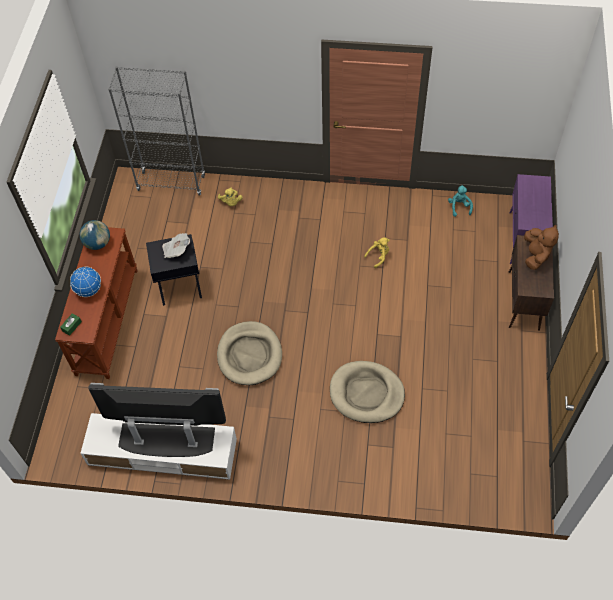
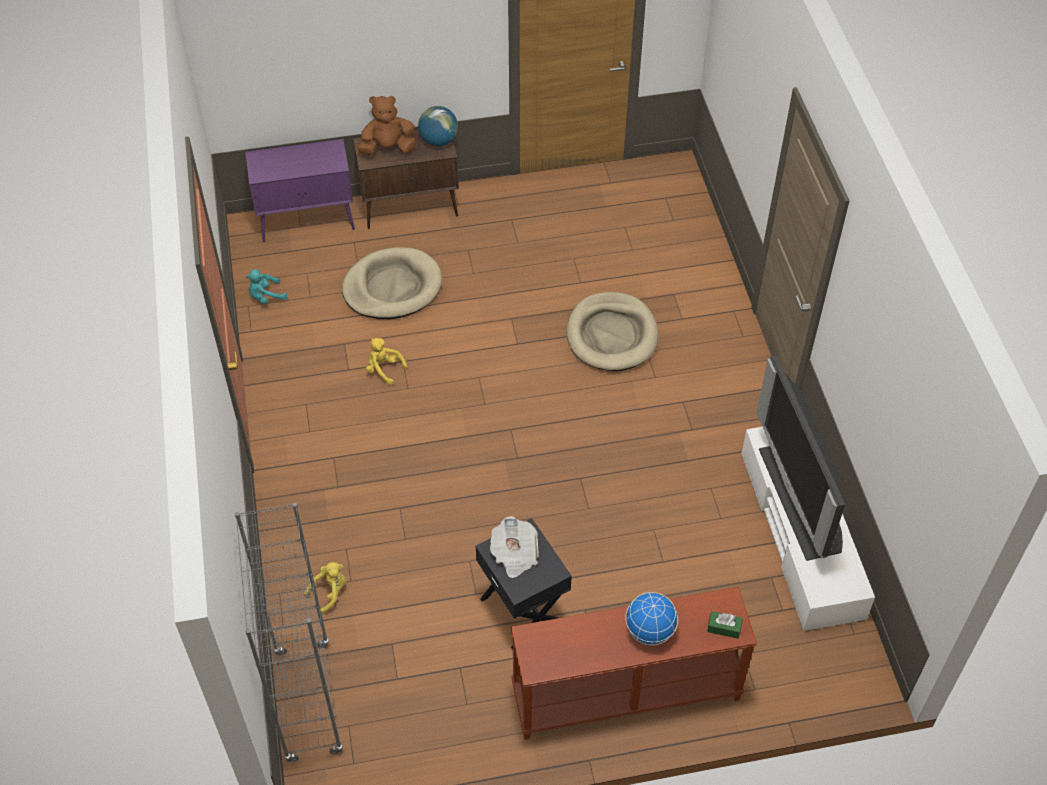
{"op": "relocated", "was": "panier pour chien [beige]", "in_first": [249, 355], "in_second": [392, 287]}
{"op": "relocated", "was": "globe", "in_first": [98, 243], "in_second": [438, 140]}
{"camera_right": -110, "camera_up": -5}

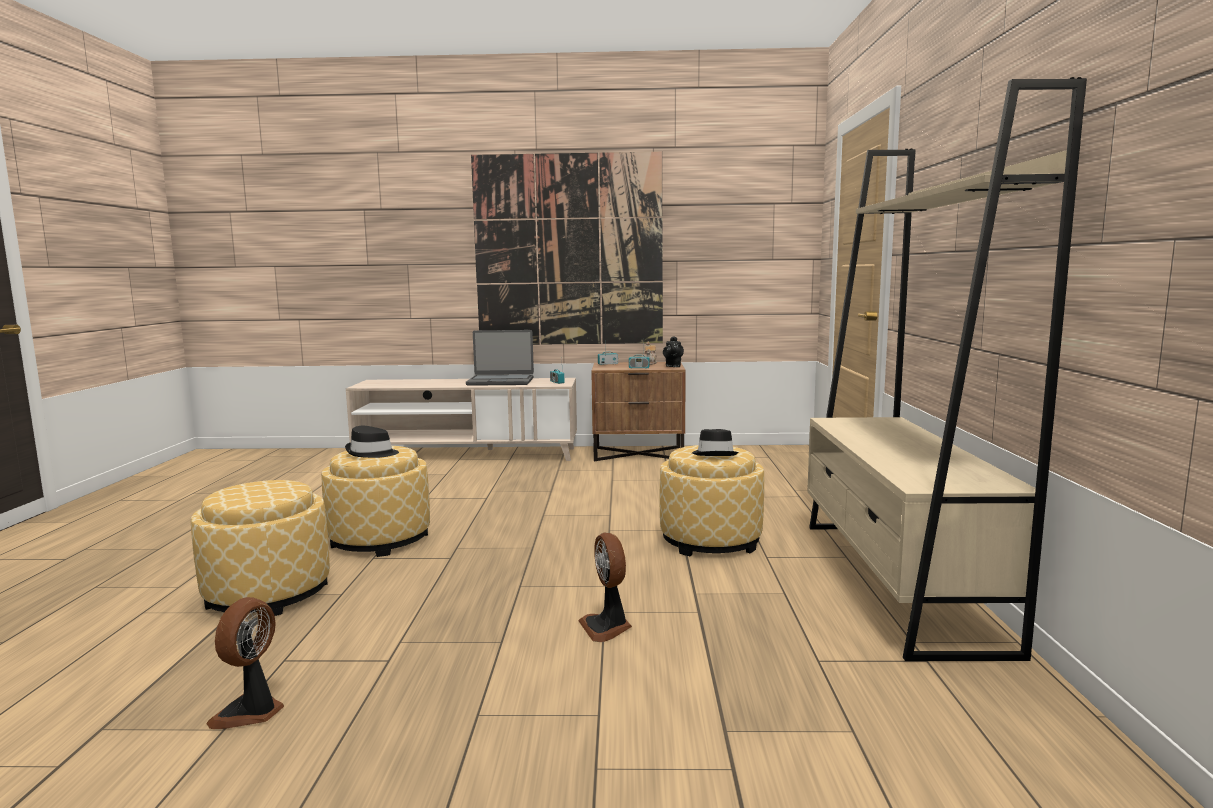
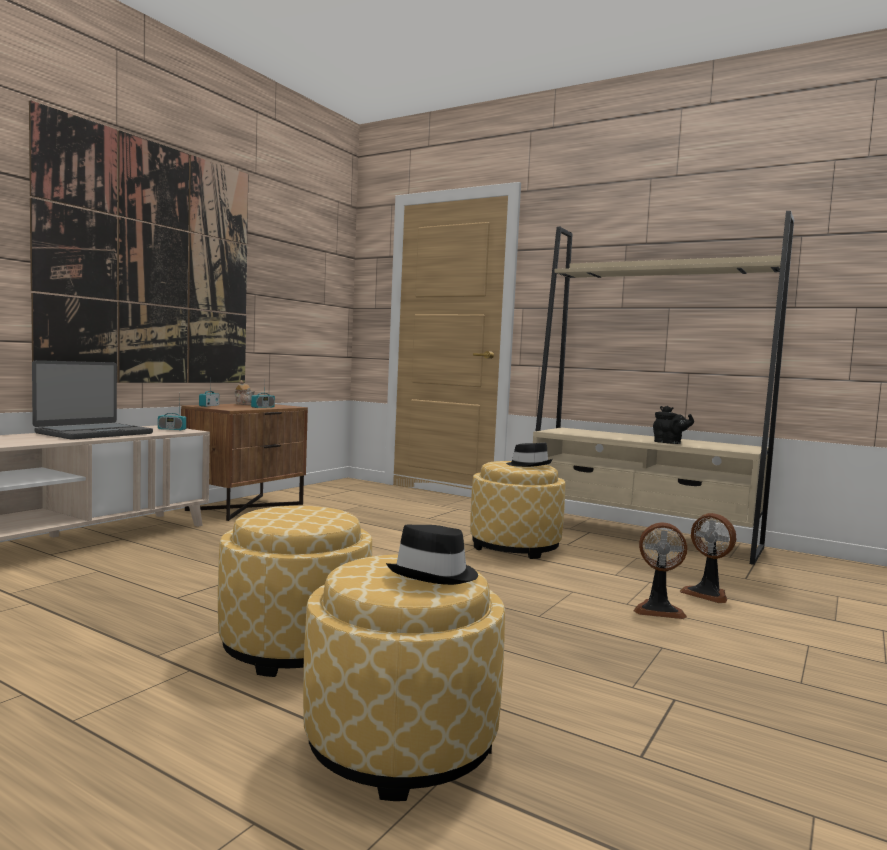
{"op": "relocated", "was": "chapeau [noir]", "in_first": [371, 453], "in_second": [435, 575]}
{"op": "relocated", "was": "théière [noir]", "in_first": [673, 366], "in_second": [669, 443]}
{"op": "relocated", "was": "ventilateur", "in_first": [251, 712], "in_second": [707, 594]}
{"camera_right": -60, "camera_up": -5}

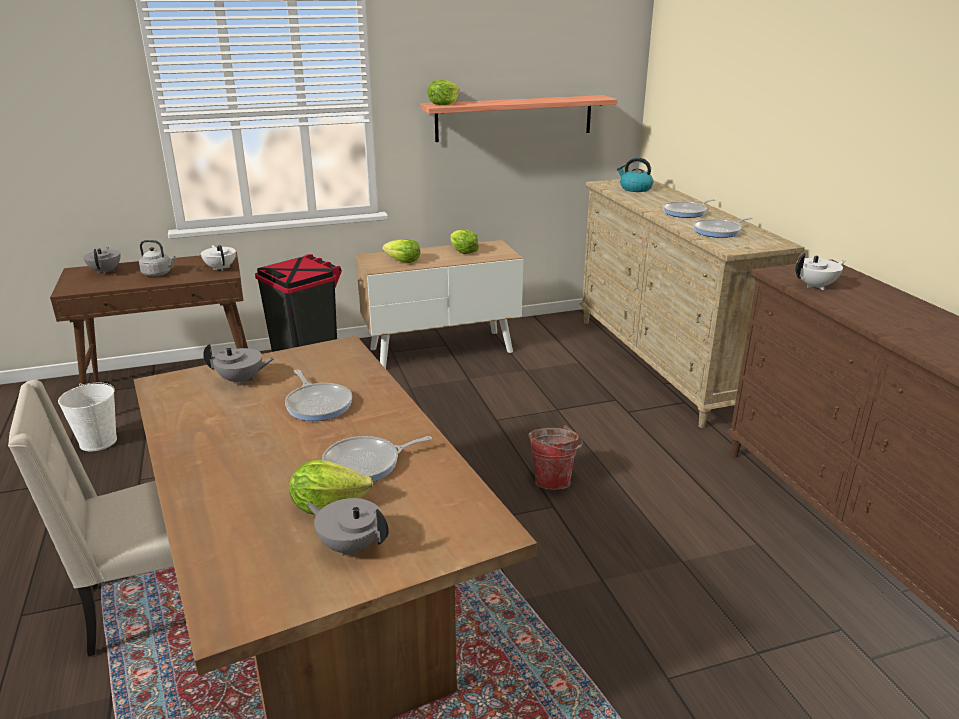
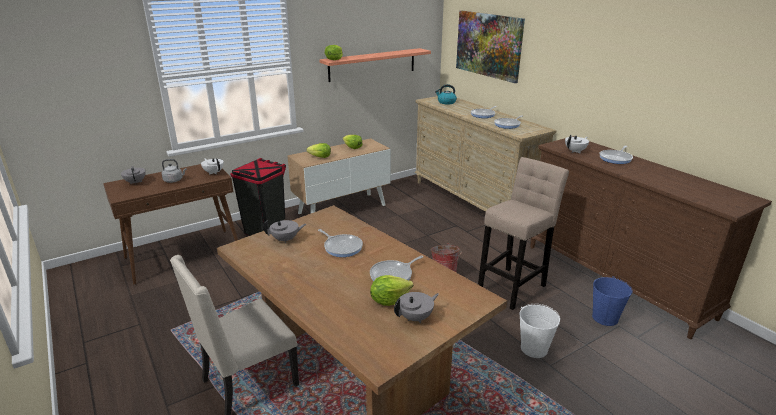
{"op": "spun", "was": "théière [gris]", "in_first": [350, 545], "in_second": [416, 318], "clockwise": 135}
{"op": "appeared", "now": "tableau", "in_second": [488, 45]}
{"op": "appeared", "now": "tabouret [beige]", "in_second": [513, 286]}
{"op": "relocated", "was": "seau [blanc]", "in_first": [98, 442], "in_second": [534, 349]}
{"op": "appeared", "now": "seau [bleu]", "in_second": [604, 318]}
{"op": "appeared", "now": "poêle", "in_second": [616, 158]}
{"camera_right": -15, "camera_up": 0}

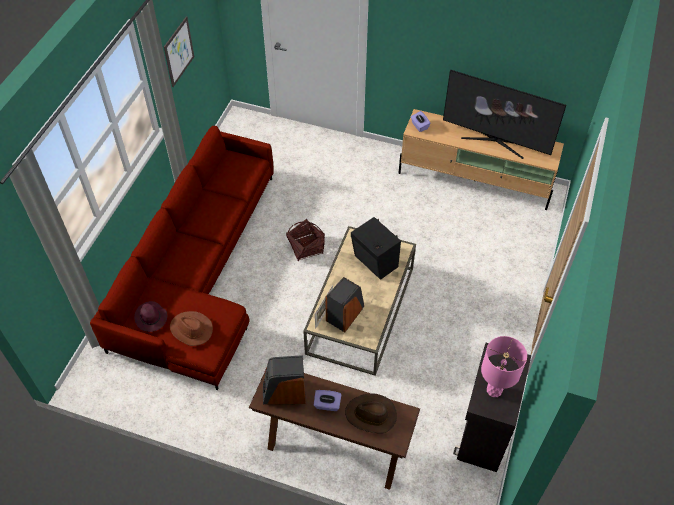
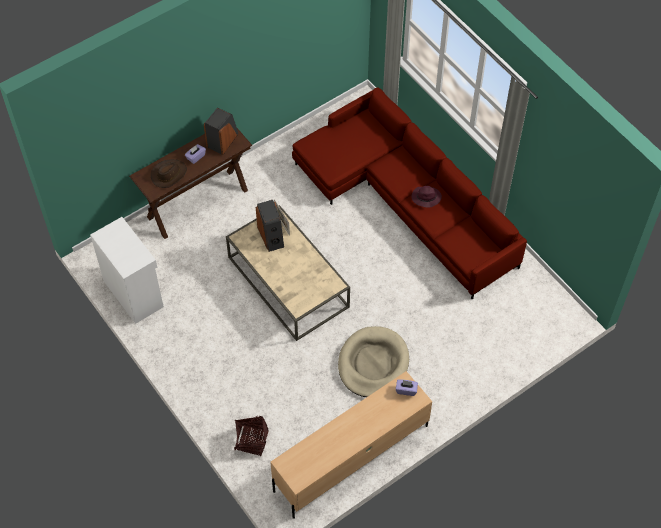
{"op": "colour", "was": "meuble de rangement [noir]", "now": "meuble de rangement [blanc]", "in_first": [483, 432], "in_second": [134, 293]}
{"op": "relocated", "was": "panier", "in_first": [306, 248], "in_second": [251, 441]}
{"op": "appeared", "now": "panier pour chien [beige]", "in_second": [373, 364]}
{"op": "relocated", "was": "chapeau [violet]", "in_first": [151, 318], "in_second": [425, 198]}
{"op": "missing", "was": "tableau", "in_first": [179, 51]}
{"op": "missing", "was": "chapeau [marron]", "in_first": [191, 329]}
{"op": "missing", "was": "enceinte [noir]", "in_first": [375, 263]}
{"op": "missing", "was": "téléviseur", "in_first": [495, 141]}
{"op": "missing", "was": "lampe de table [rose]", "in_first": [494, 390]}
{"camera_right": 125, "camera_up": 5}

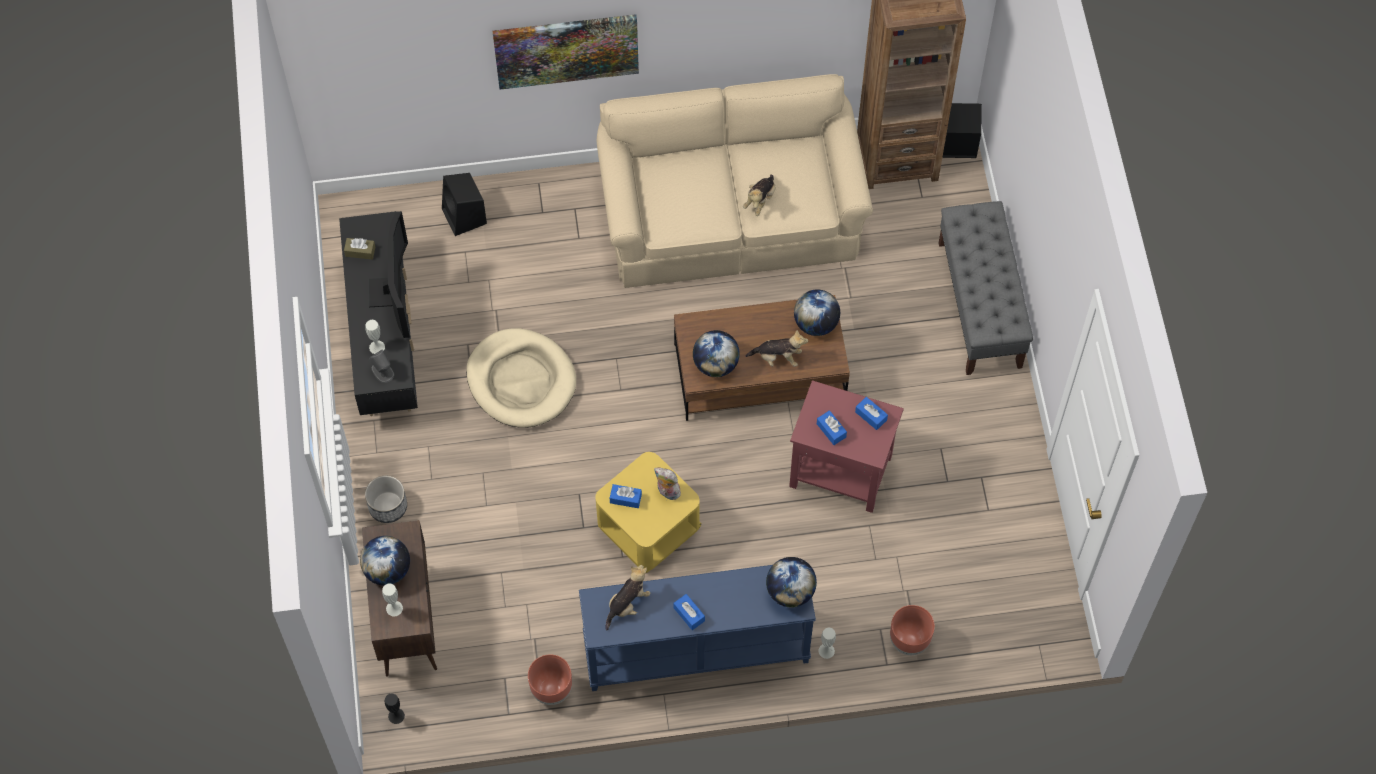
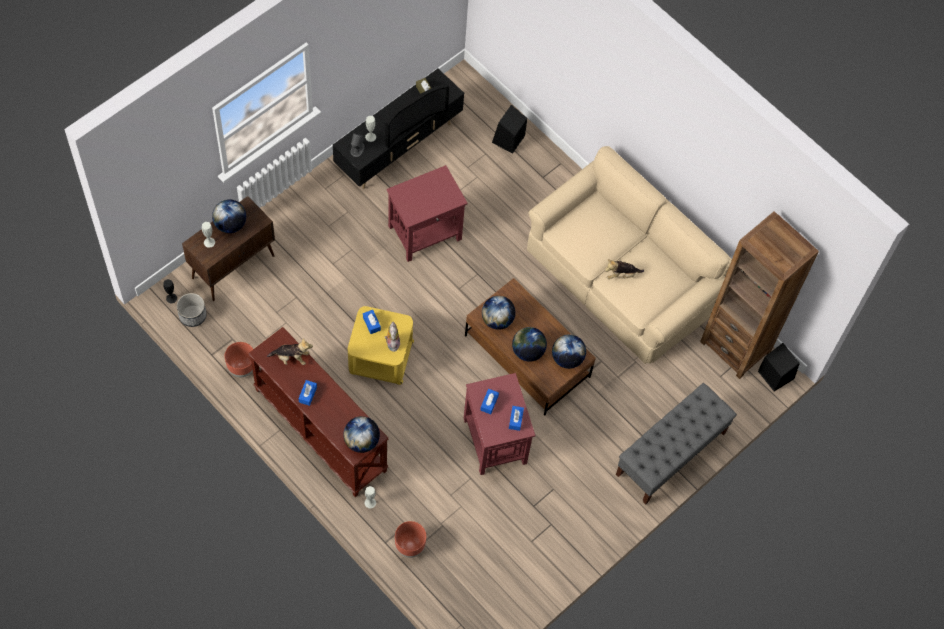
{"op": "relocated", "was": "cache-pot", "in_first": [387, 506], "in_second": [192, 315]}
{"op": "colour", "was": "table console [bleu]", "now": "table console [marron]", "in_first": [696, 651], "in_second": [319, 430]}
{"op": "exchanged", "was": "panier pour chien [beige]", "now": "table d'appoint [rouge]", "in_first": [521, 380], "in_second": [425, 233]}
{"op": "exchanged", "was": "peluche", "now": "globe", "in_first": [778, 358], "in_second": [527, 351]}
{"op": "missing", "was": "tableau", "in_first": [566, 50]}
{"camera_right": 50, "camera_up": 0}

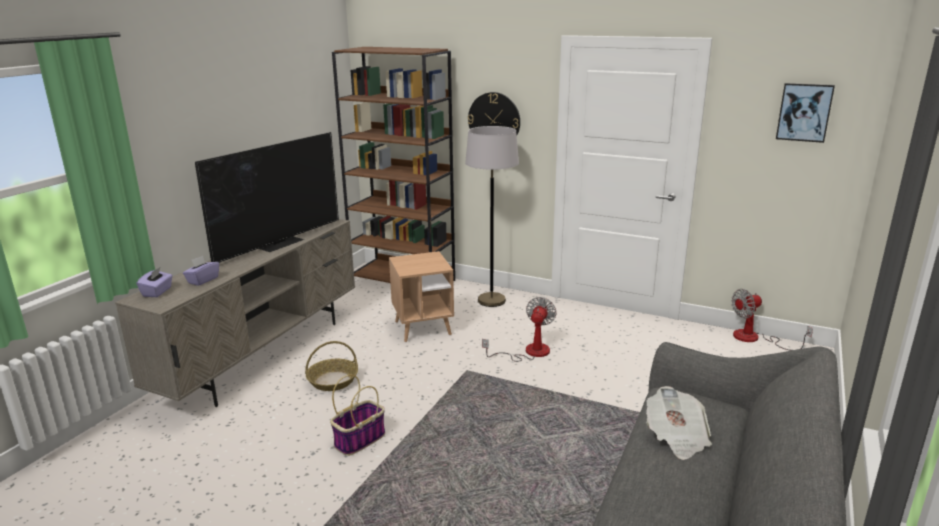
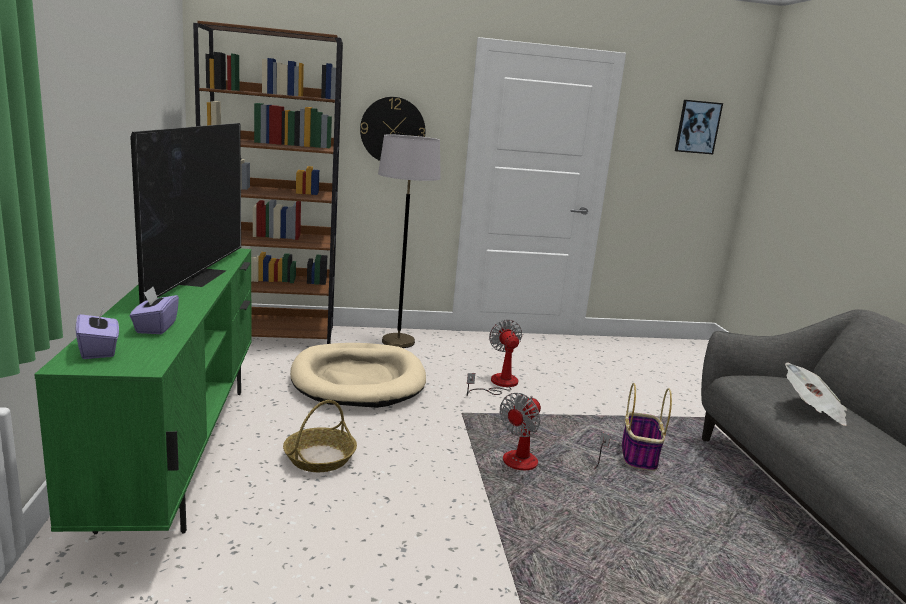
{"op": "colour", "was": "meuble télé [beige]", "now": "meuble télé [vert]", "in_first": [265, 355], "in_second": [182, 449]}
{"op": "exchanged", "was": "table d'appoint [marron]", "now": "panier pour chien [beige]", "in_first": [422, 328], "in_second": [358, 380]}
{"op": "relocated", "was": "ventilateur", "in_first": [755, 338], "in_second": [534, 463]}
{"op": "relocated", "was": "panier", "in_first": [360, 439], "in_second": [638, 455]}
{"camera_right": -35, "camera_up": -5}

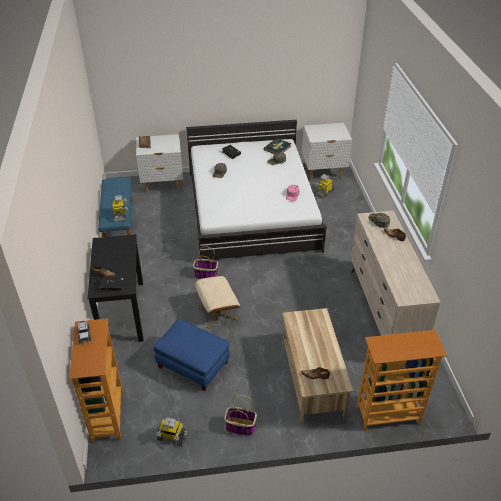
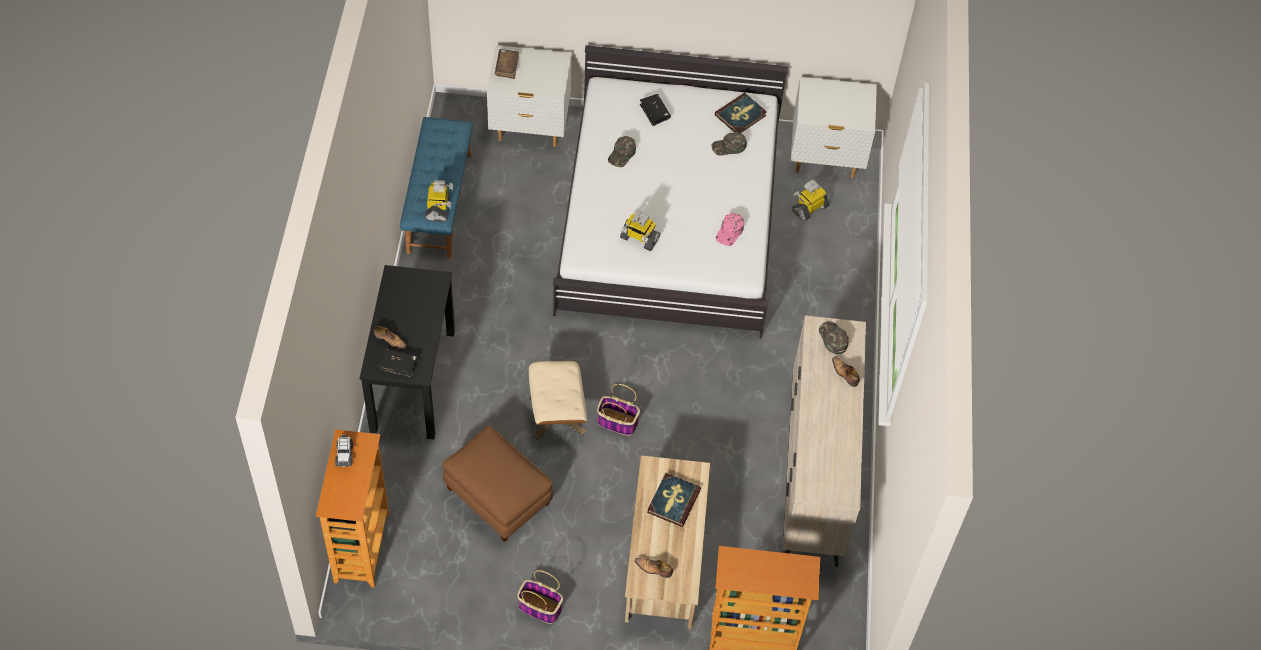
{"op": "colour", "was": "pouf [bleu]", "now": "pouf [marron]", "in_first": [192, 365], "in_second": [497, 496]}
{"op": "relocated", "was": "panier", "in_first": [205, 275], "in_second": [616, 422]}
{"op": "relocated", "was": "robot jouet", "in_first": [172, 437], "in_second": [639, 238]}
{"op": "appeared", "now": "livre", "in_second": [673, 501]}
{"camera_right": 10, "camera_up": 15}

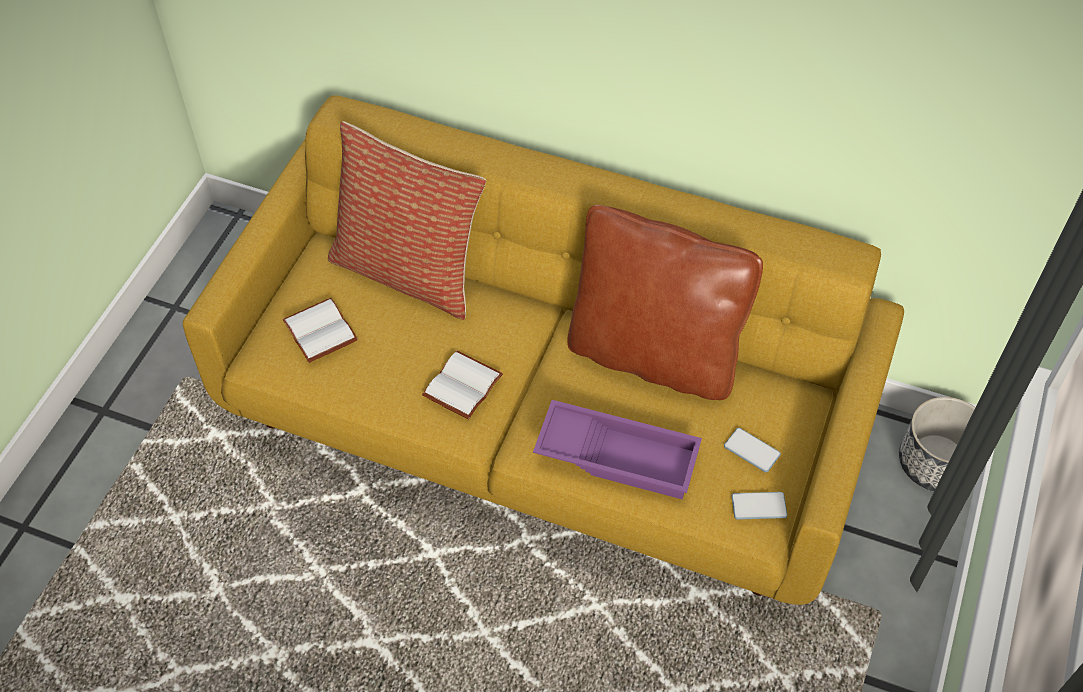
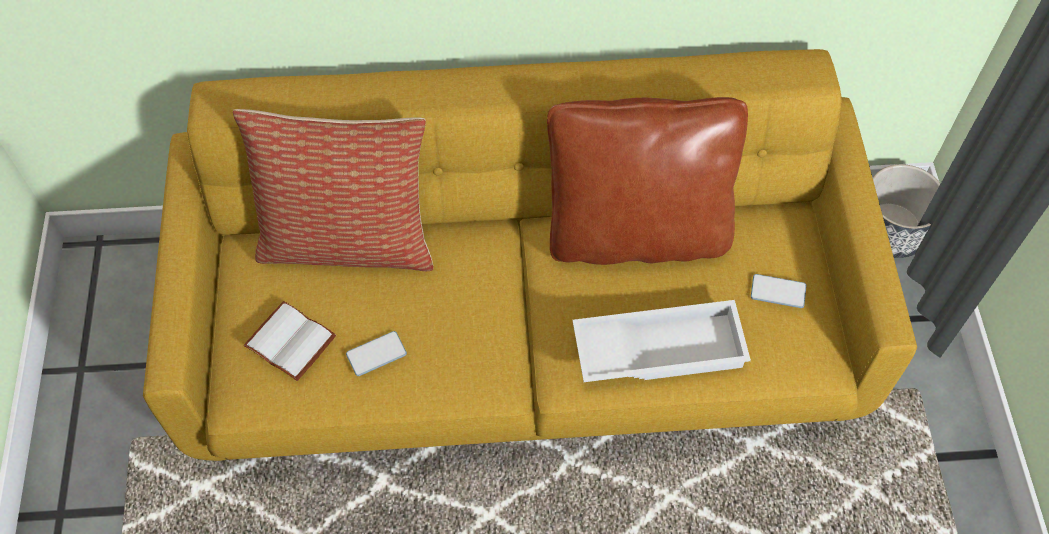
{"op": "relocated", "was": "téléphone", "in_first": [759, 506], "in_second": [376, 354]}
{"op": "colour", "was": "plateau [violet]", "now": "plateau [blanc]", "in_first": [619, 454], "in_second": [659, 347]}
{"op": "missing", "was": "livre [blanc]", "in_first": [464, 387]}
{"camera_right": -25, "camera_up": 5}

